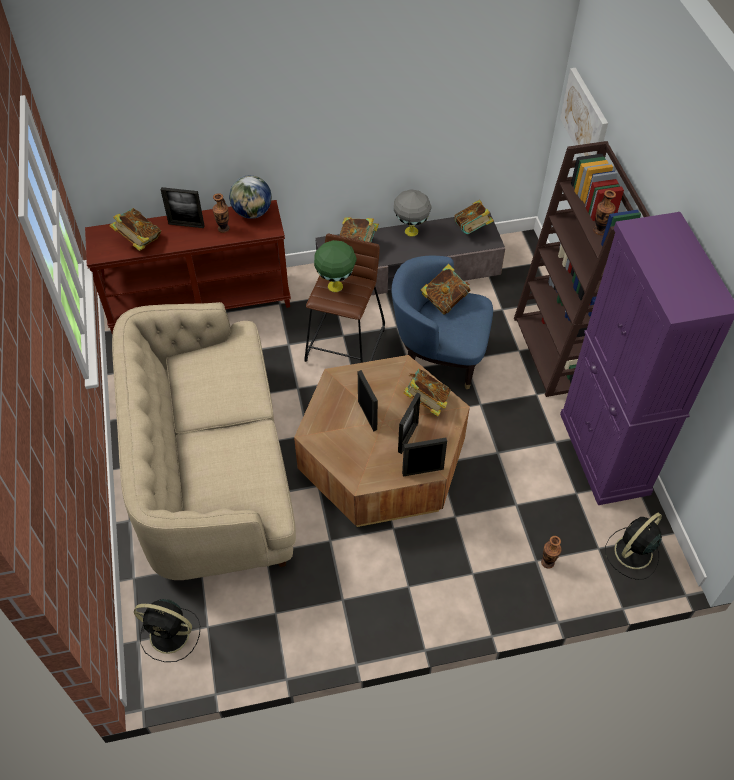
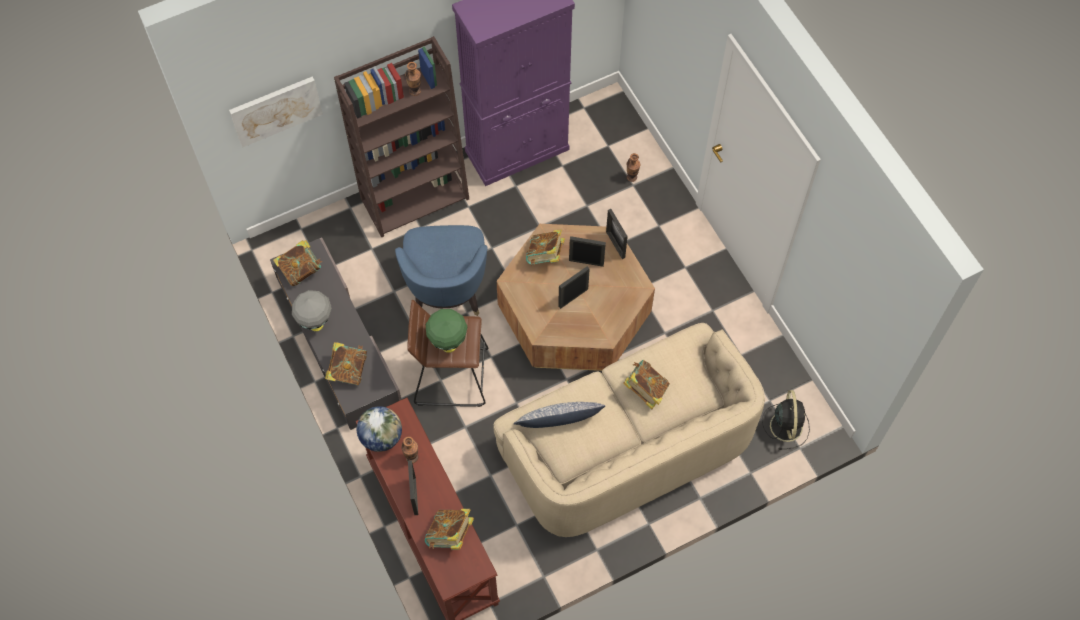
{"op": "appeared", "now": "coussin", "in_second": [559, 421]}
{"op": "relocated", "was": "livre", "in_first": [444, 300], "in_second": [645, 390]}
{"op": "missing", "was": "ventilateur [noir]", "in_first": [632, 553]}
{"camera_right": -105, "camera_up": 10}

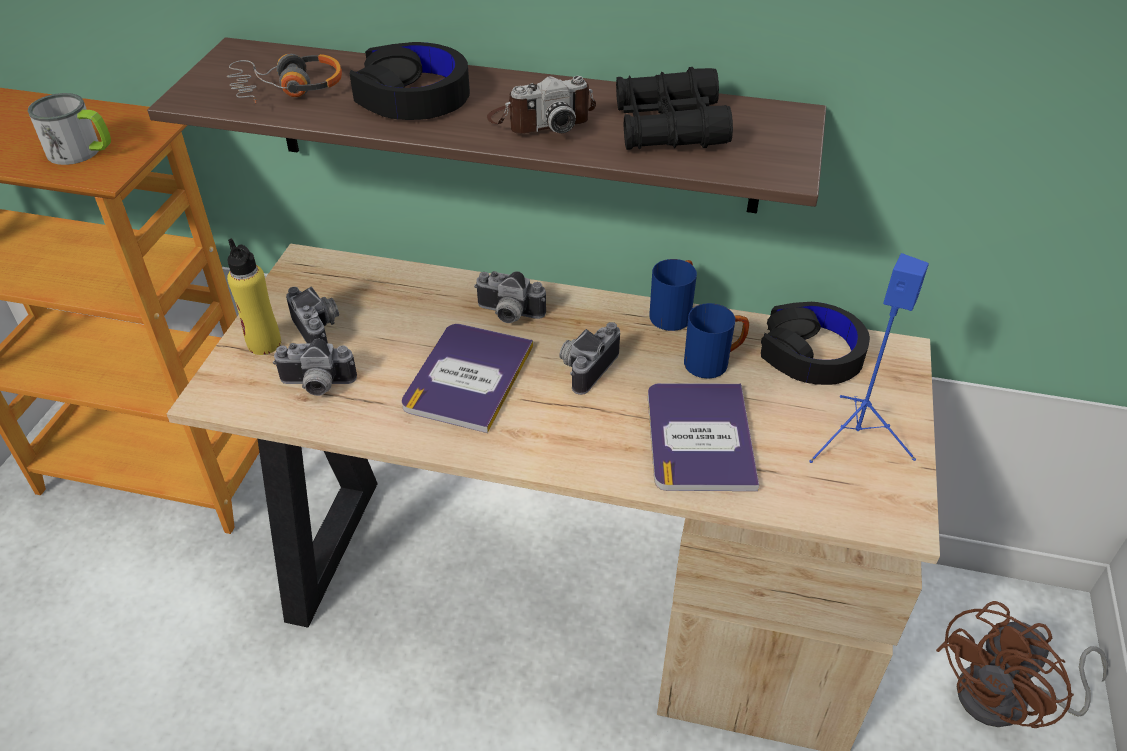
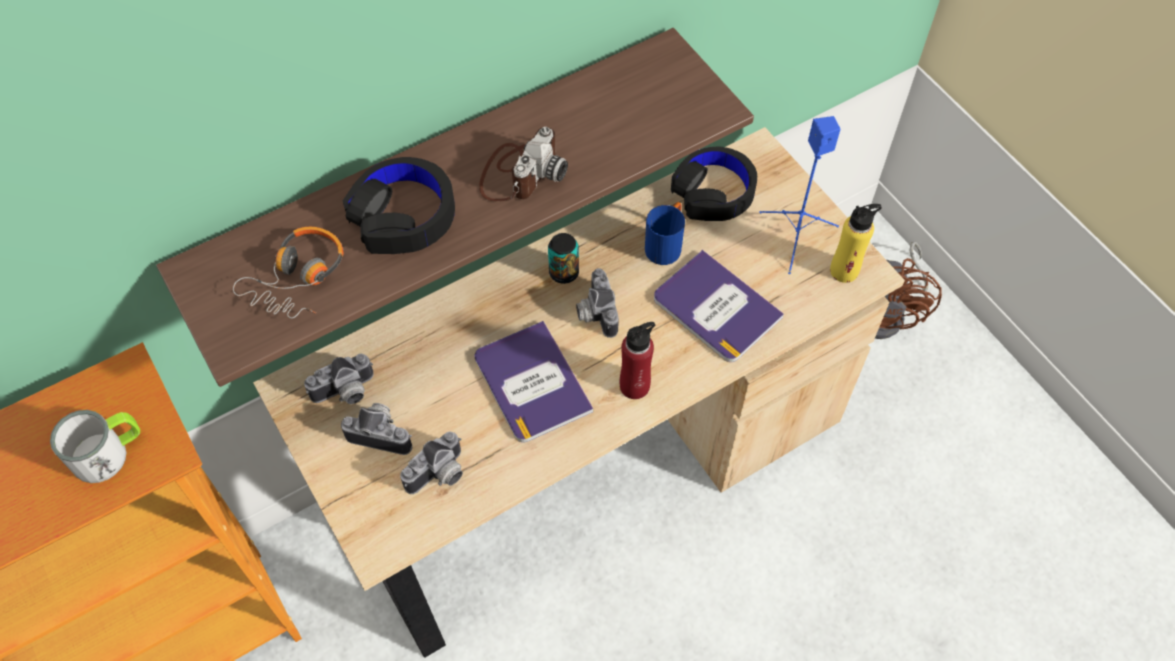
{"op": "relocated", "was": "appareil photo", "in_first": [508, 315], "in_second": [346, 393]}
{"op": "appeared", "now": "boîte métallique", "in_second": [564, 272]}
{"op": "appeared", "now": "bouteille [rouge]", "in_second": [635, 386]}
{"op": "relocated", "was": "bouteille [jaune]", "in_first": [264, 344], "in_second": [844, 270]}
{"op": "missing", "was": "jumelles [noir]", "in_first": [669, 126]}
{"op": "missing", "was": "mug [bleu]", "in_first": [673, 313]}
{"camera_right": -45, "camera_up": 15}

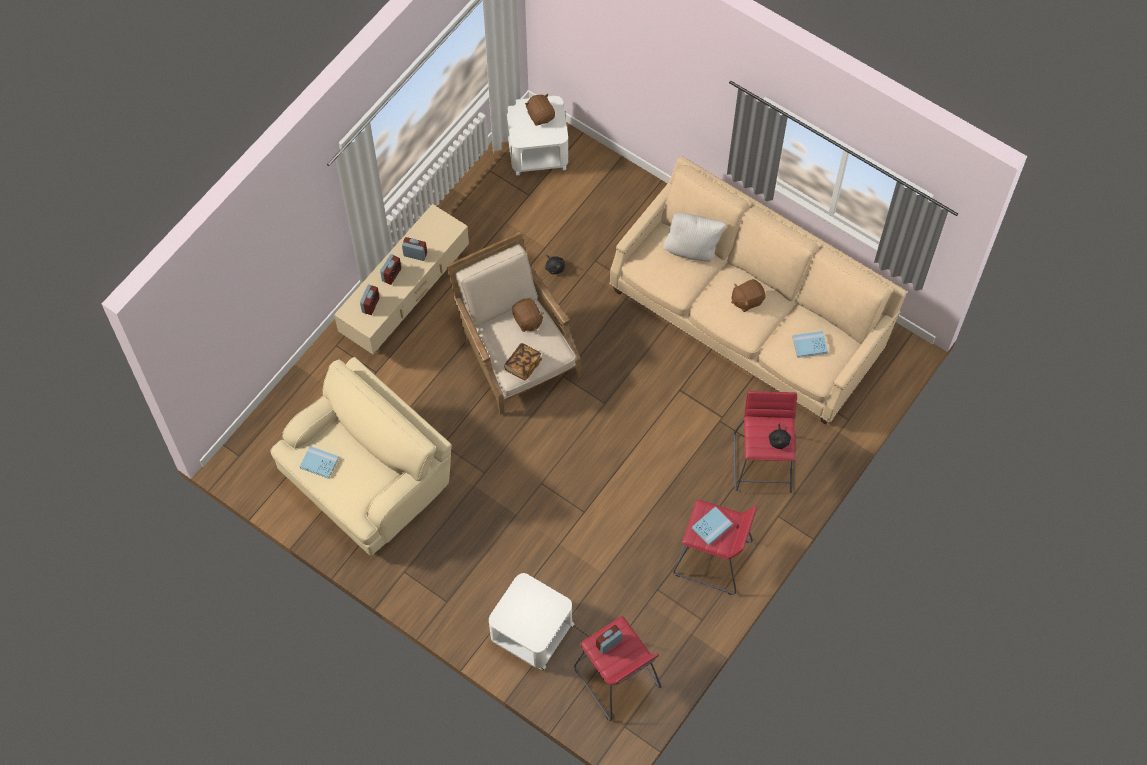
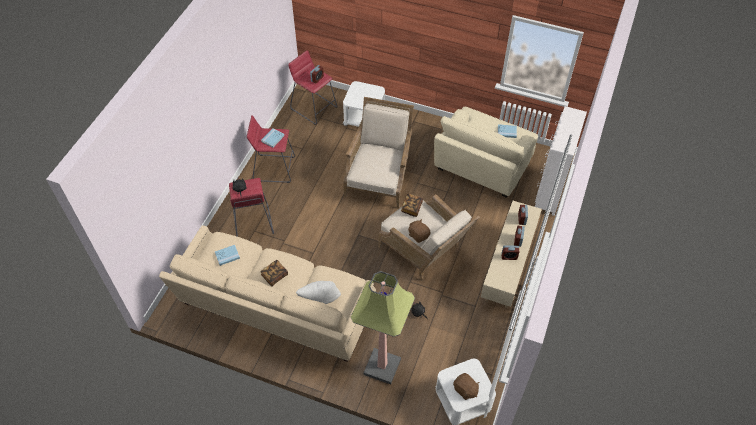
{"op": "exchanged", "was": "peluche [marron]", "now": "livre", "in_first": [747, 300], "in_second": [274, 276]}
{"op": "appeared", "now": "fauteuil [beige]", "in_second": [379, 176]}
{"op": "appeared", "now": "lampadaire", "in_second": [381, 367]}
{"op": "appeared", "now": "commode [blanc]", "in_second": [549, 191]}
{"camera_right": 165, "camera_up": -10}

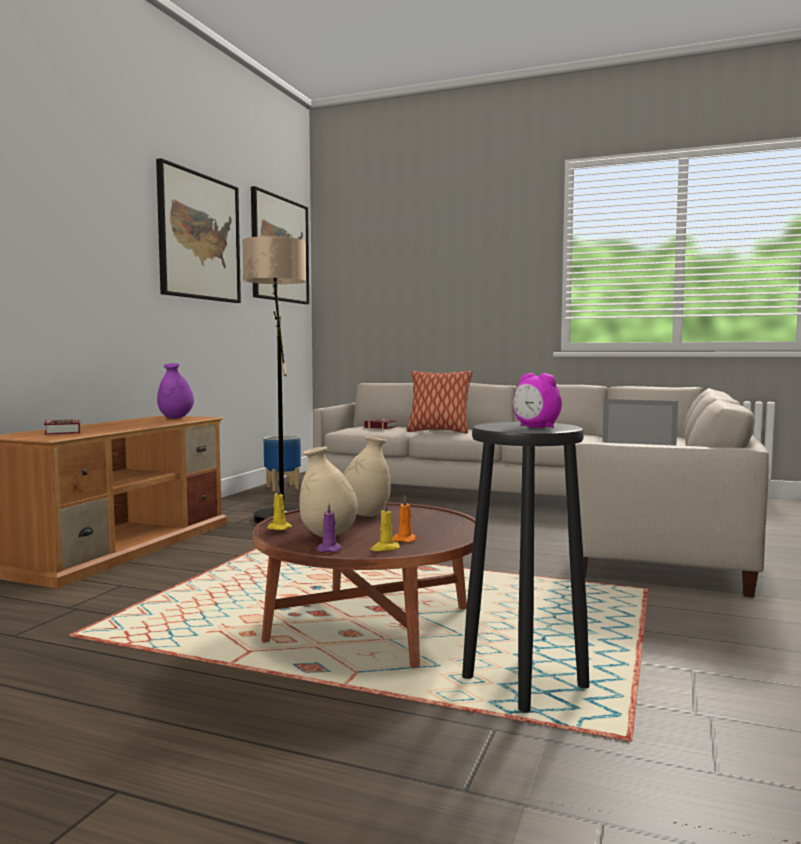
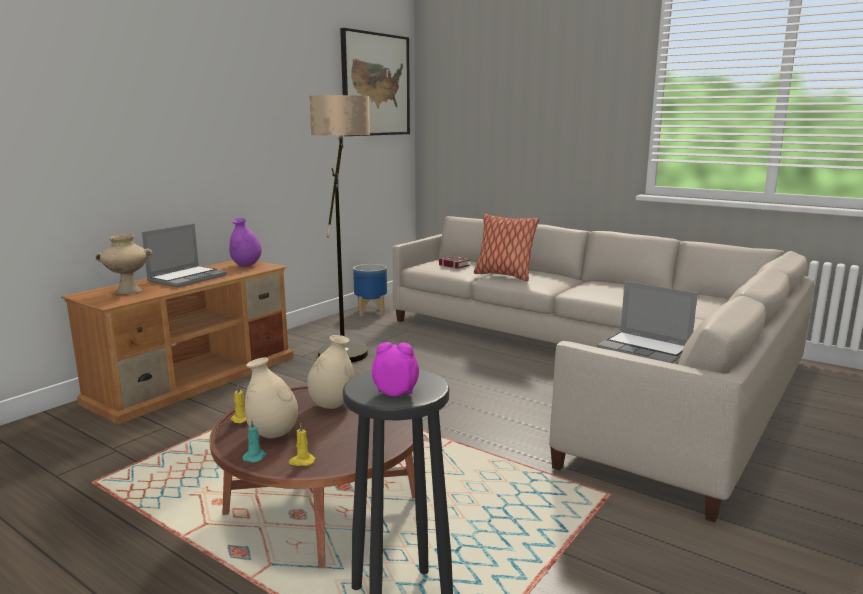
{"op": "exchanged", "was": "livre", "now": "vase [beige]", "in_first": [61, 432], "in_second": [128, 291]}
{"op": "appeared", "now": "ordinateur portable", "in_second": [188, 278]}
{"op": "colour", "was": "bougie [violet]", "now": "bougie [turquoise]", "in_first": [329, 549], "in_second": [255, 457]}
{"op": "spun", "was": "réveil", "in_first": [536, 427], "in_second": [395, 392], "clockwise": 135}
{"op": "missing", "was": "tableau", "in_first": [199, 237]}
{"op": "missing", "was": "bougie [orange]", "in_first": [405, 540]}
{"camera_right": 15, "camera_up": 10}

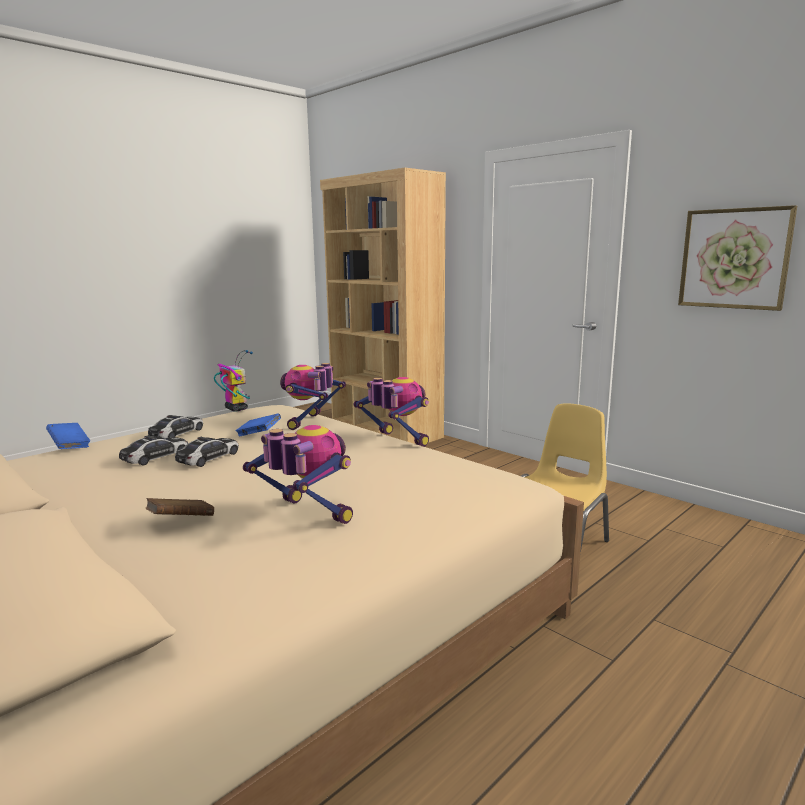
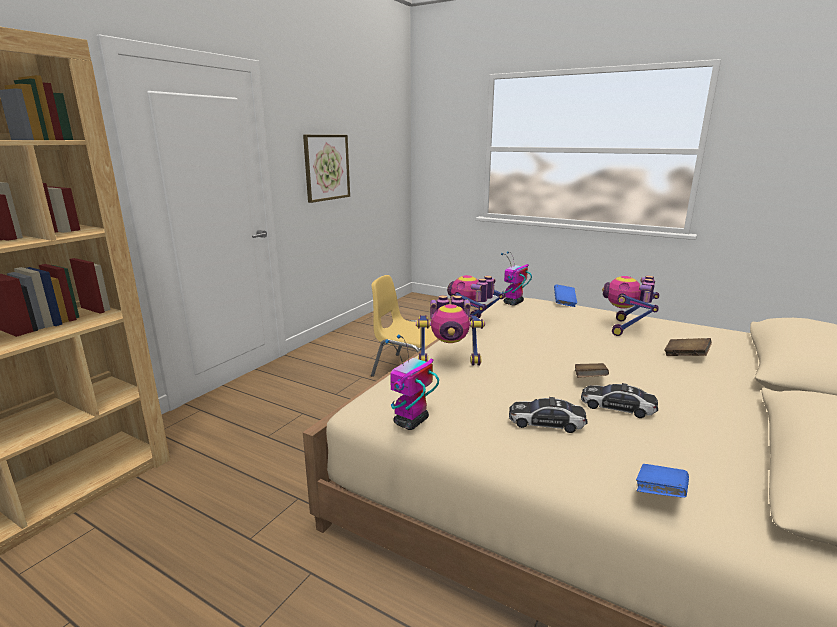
{"op": "appeared", "now": "robot jouet", "in_second": [513, 303]}
{"op": "relocated", "was": "livre [bleu]", "in_first": [259, 435], "in_second": [564, 302]}
{"op": "exchanged", "was": "petite voiture", "now": "livre [marron]", "in_first": [208, 458], "in_second": [589, 380]}
{"camera_right": -105, "camera_up": 5}

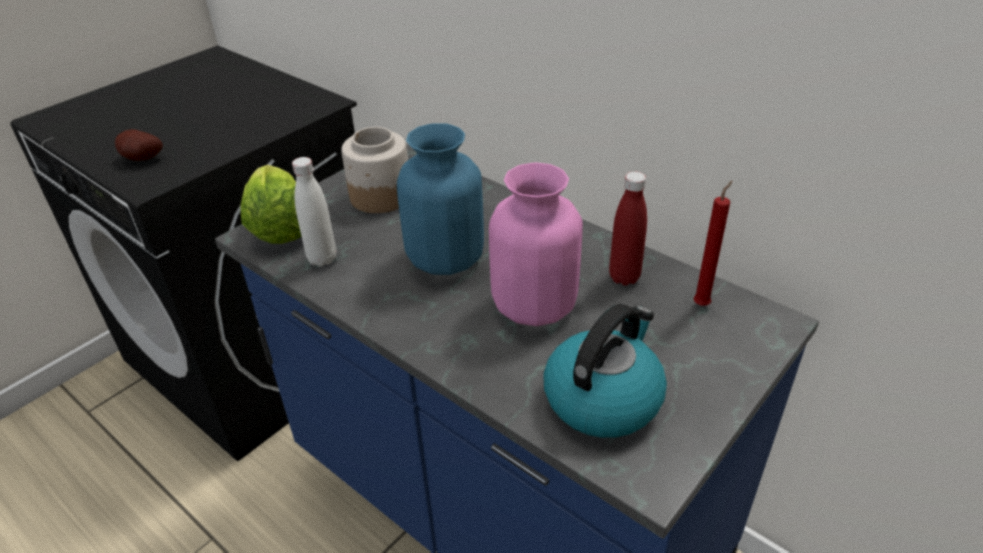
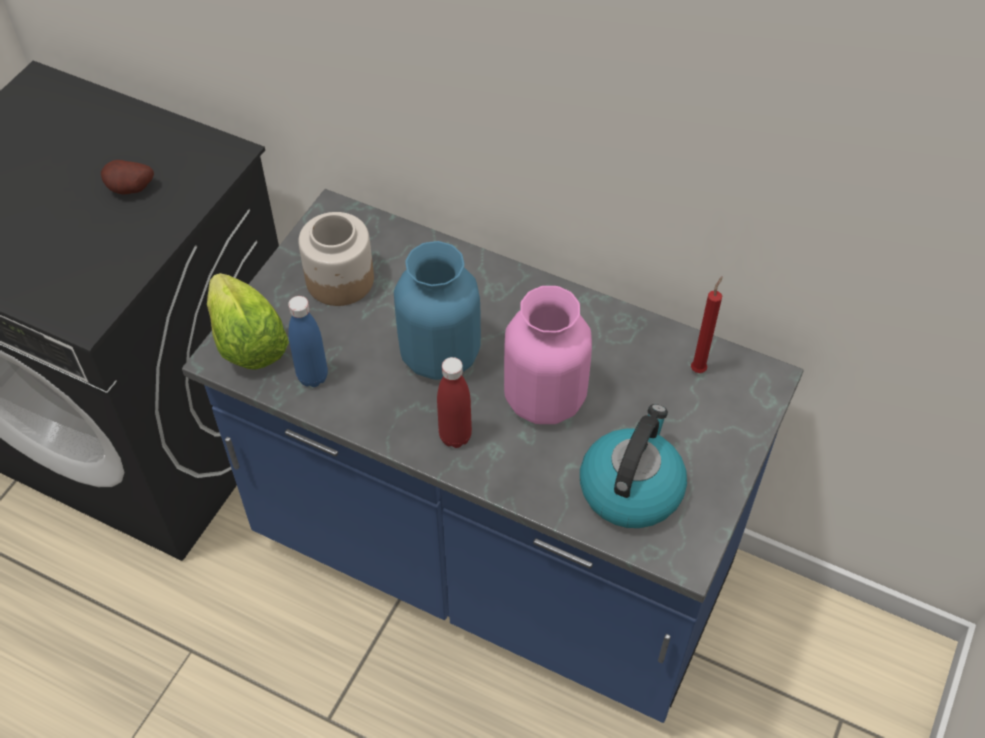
{"op": "relocated", "was": "pomme de terre", "in_first": [141, 159], "in_second": [130, 190]}
{"op": "colour", "was": "bouteille [blanc]", "now": "bouteille [bleu]", "in_first": [322, 259], "in_second": [312, 376]}
{"op": "relocated", "was": "bouteille [rouge]", "in_first": [624, 277], "in_second": [455, 436]}
{"camera_right": -15, "camera_up": 15}

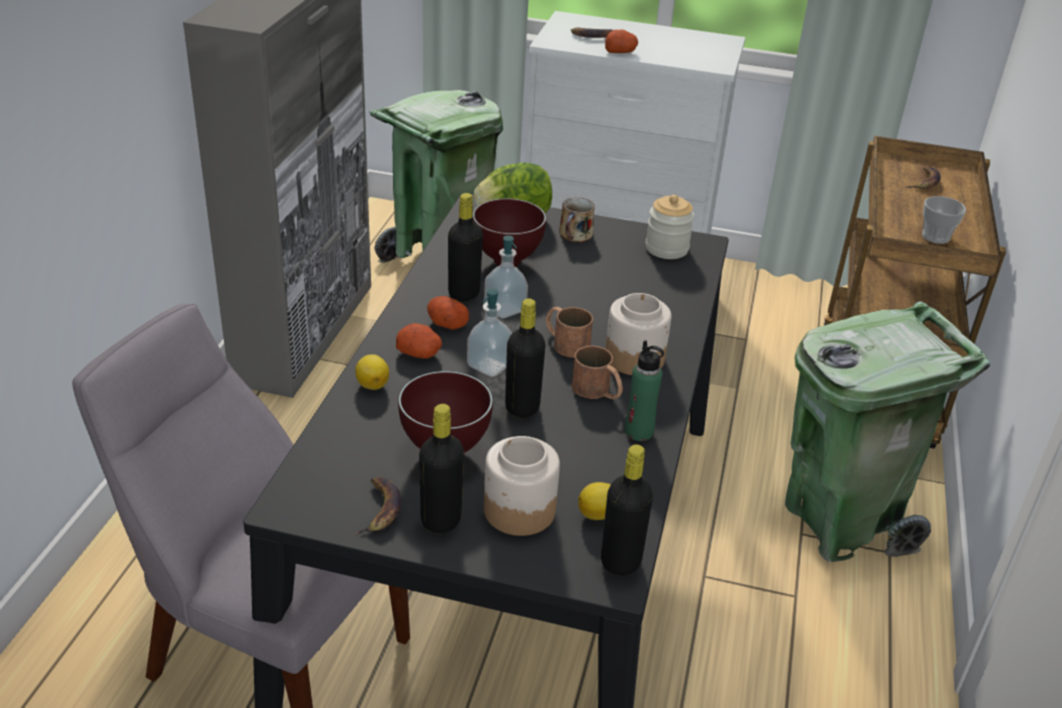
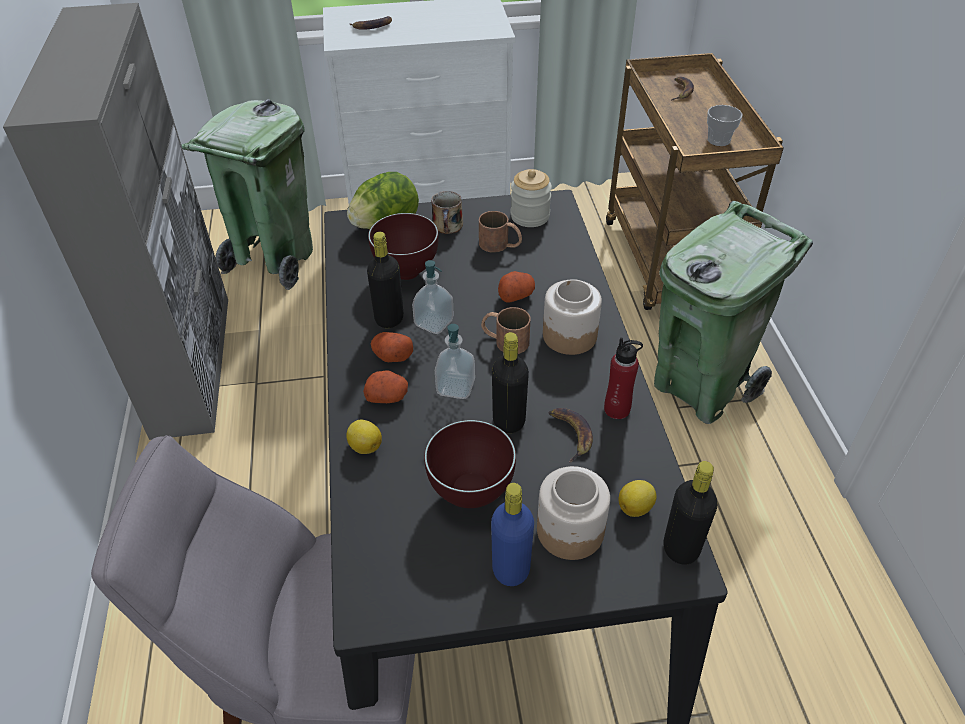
{"op": "relocated", "was": "mug [marron]", "in_first": [598, 391], "in_second": [500, 245]}
{"op": "colour", "was": "bouteille [noir]", "now": "bouteille [bleu]", "in_first": [441, 520], "in_second": [511, 569]}
{"op": "relocated", "was": "pomme de terre", "in_first": [620, 52], "in_second": [516, 295]}
{"op": "relocated", "was": "banane", "in_first": [379, 509], "in_second": [570, 434]}
{"op": "colour", "was": "bouteille [vert]", "now": "bouteille [rouge]", "in_first": [639, 432], "in_second": [617, 409]}
{"camera_right": -20, "camera_up": 10}

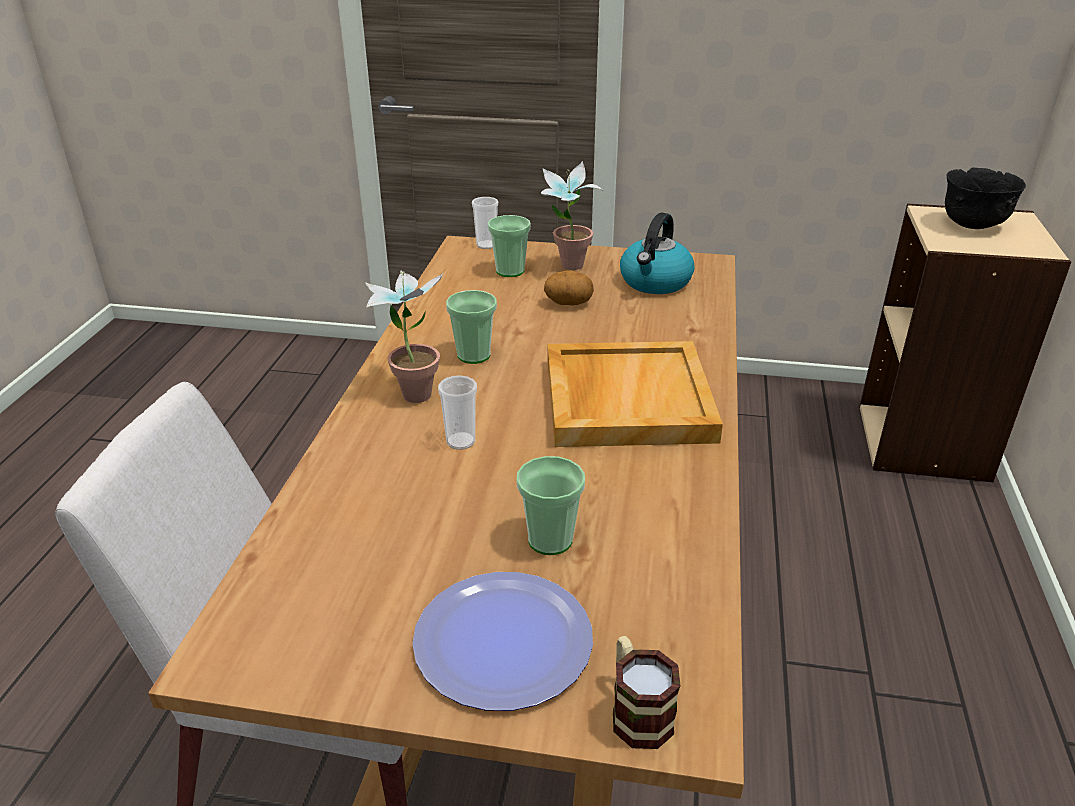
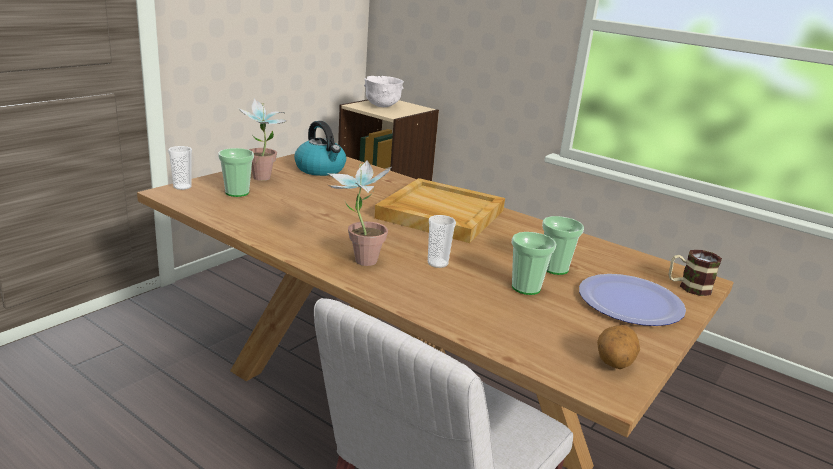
{"op": "colour", "was": "bol [noir]", "now": "bol [blanc]", "in_first": [973, 225], "in_second": [382, 106]}
{"op": "relocated", "was": "tasse", "in_first": [474, 355], "in_second": [526, 288]}
{"op": "relocated", "was": "pomme de terre", "in_first": [568, 303], "in_second": [613, 363]}
{"camera_right": -65, "camera_up": -10}

